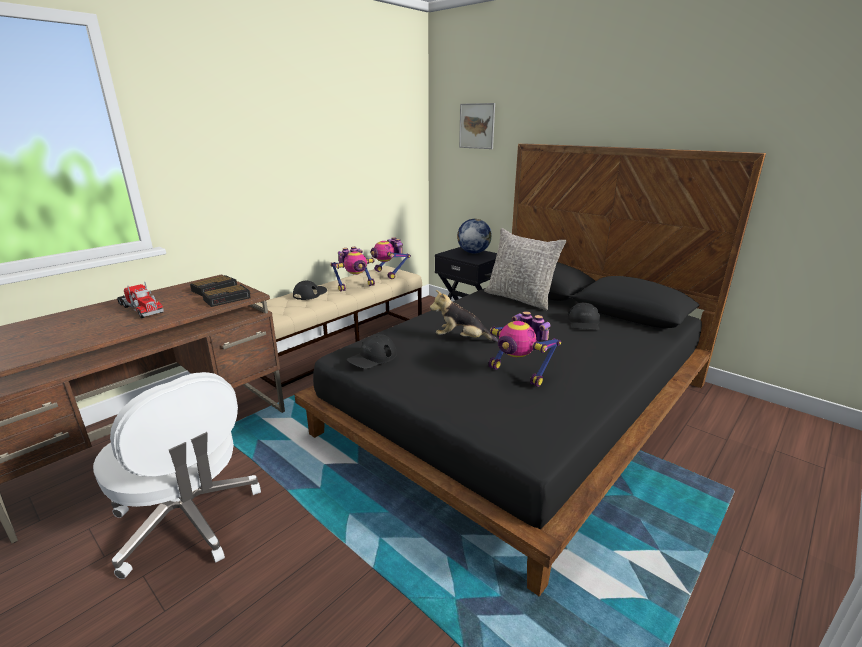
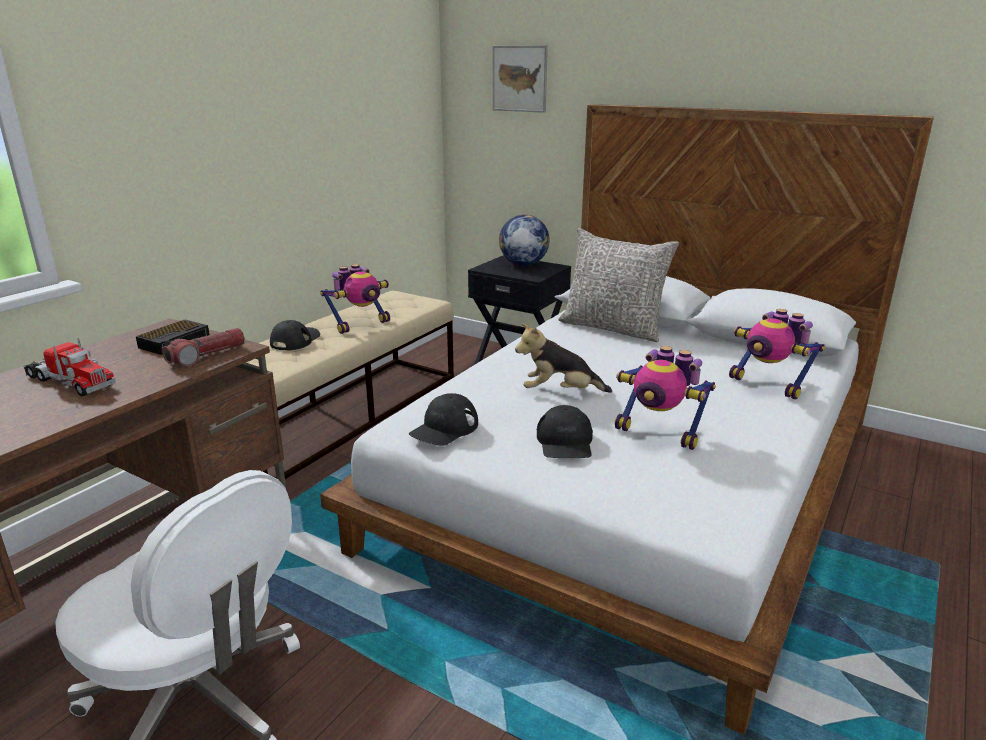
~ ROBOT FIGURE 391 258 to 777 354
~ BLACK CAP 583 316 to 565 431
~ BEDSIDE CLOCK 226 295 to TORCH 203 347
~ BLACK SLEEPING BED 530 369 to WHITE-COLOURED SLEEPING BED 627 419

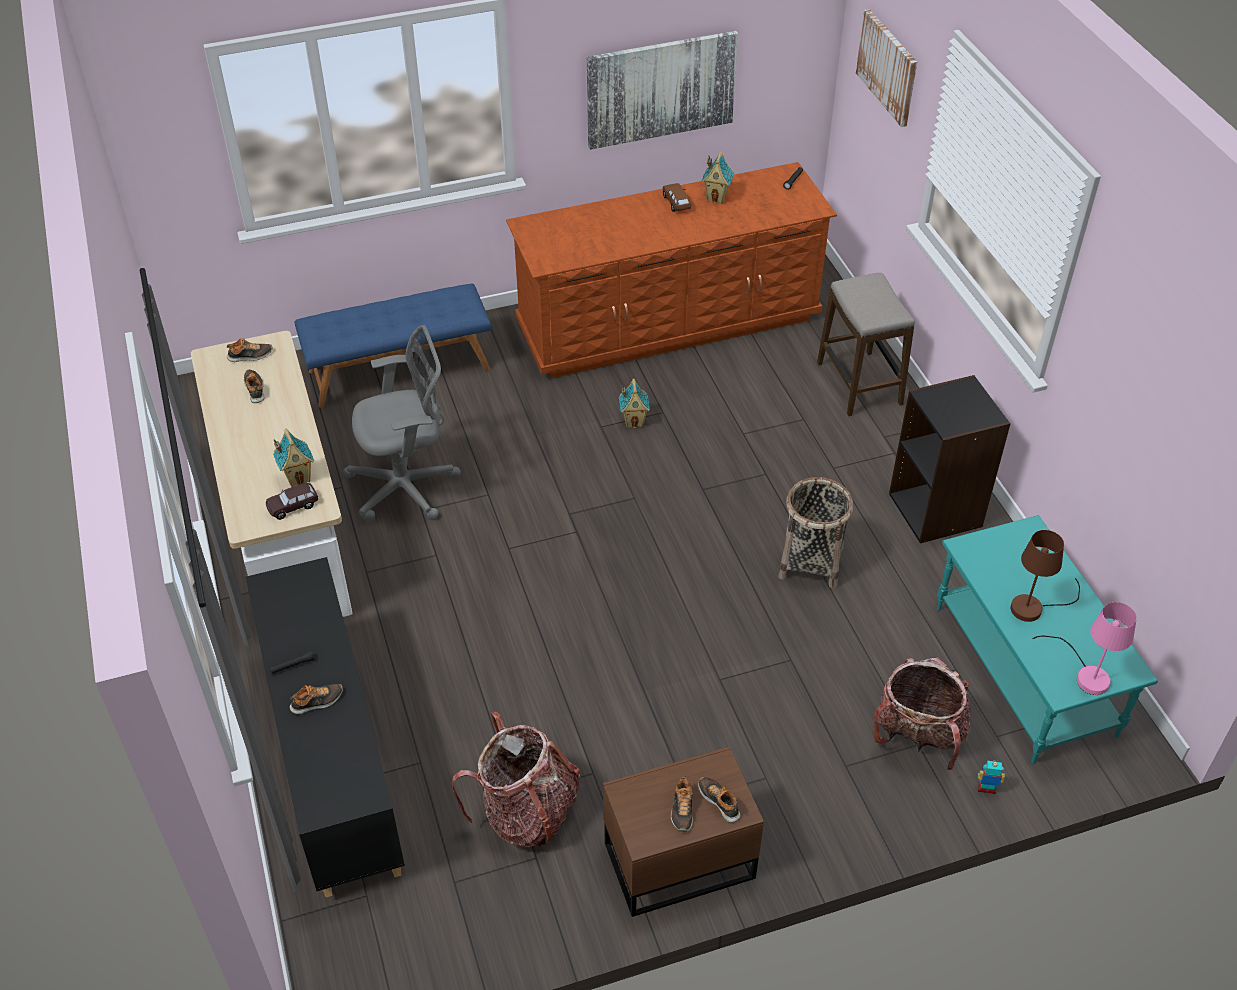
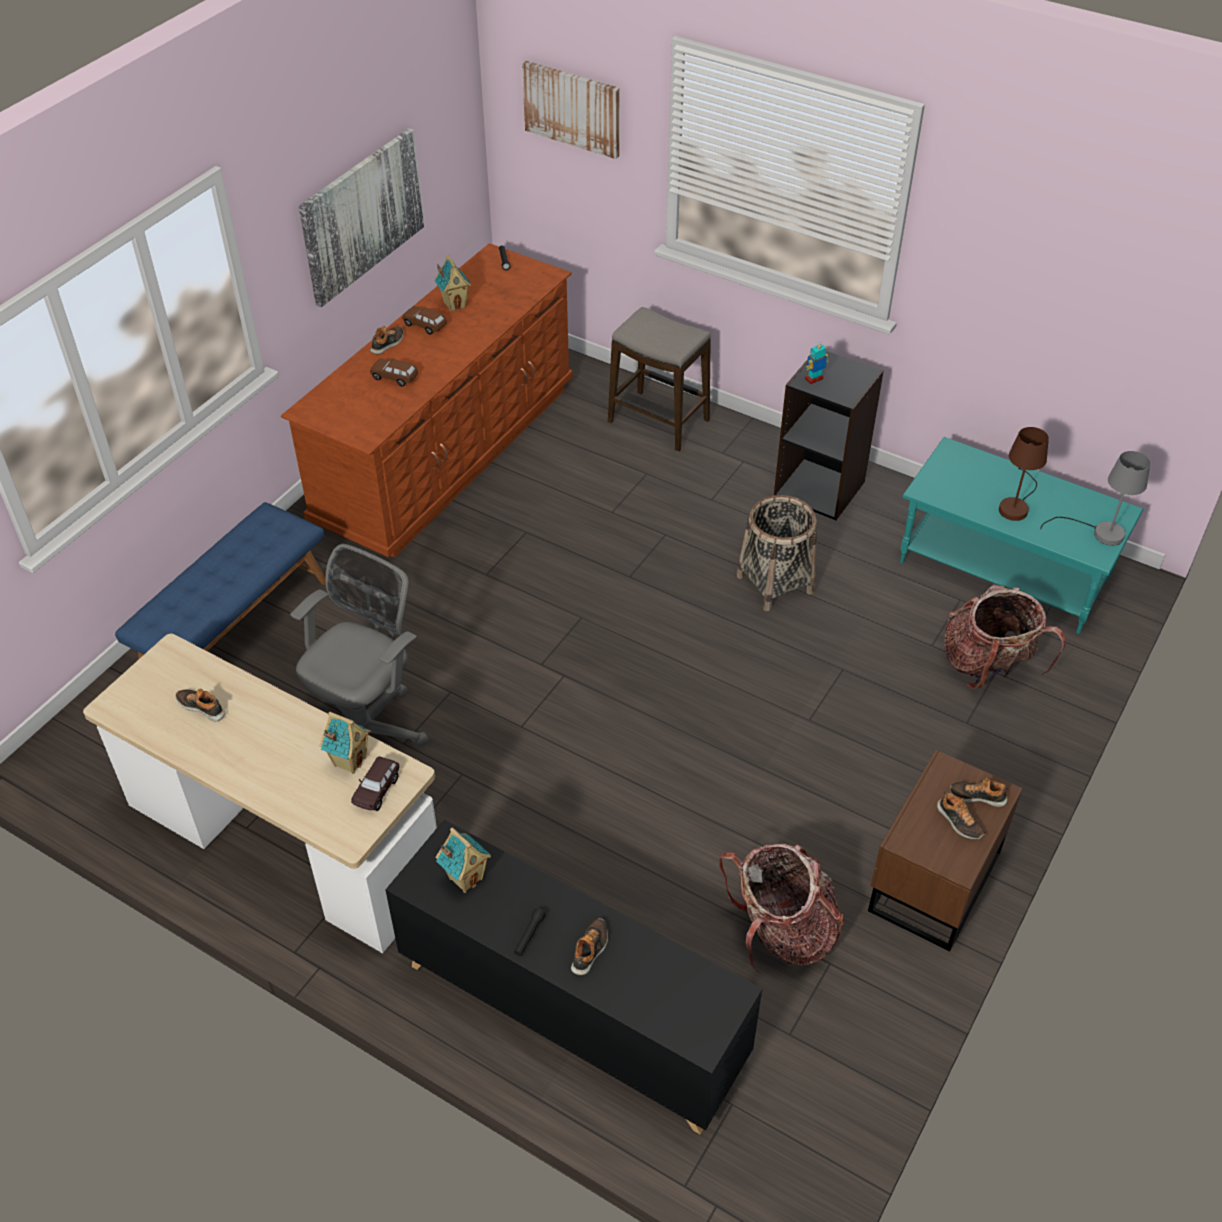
+ BROWNISH TOY CAR 394 372
~ LOW SHOE 249 350 to 387 340
~ MODEL HOUSE 634 403 to 463 860
~ ROBOT FIGURE 991 777 to 816 363
~ PINK LAMP FOR A TABLE 1084 648 to GRAY LAMP FOR A TABLE 1095 498

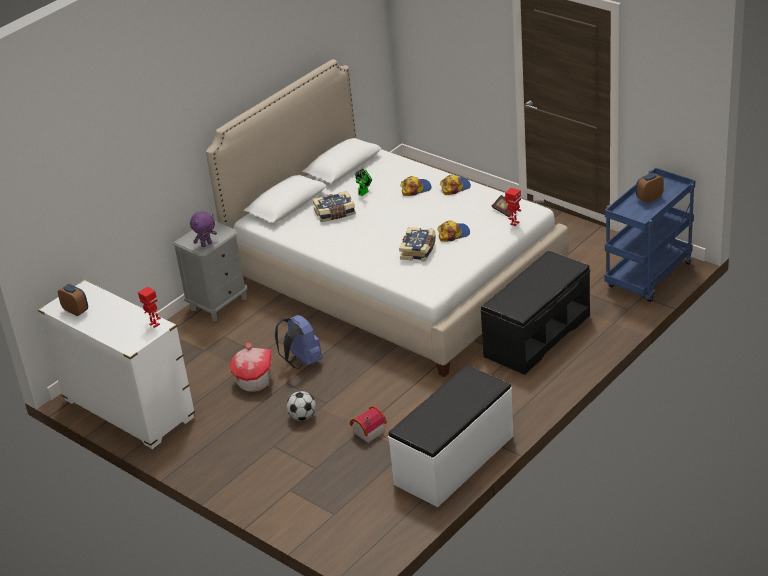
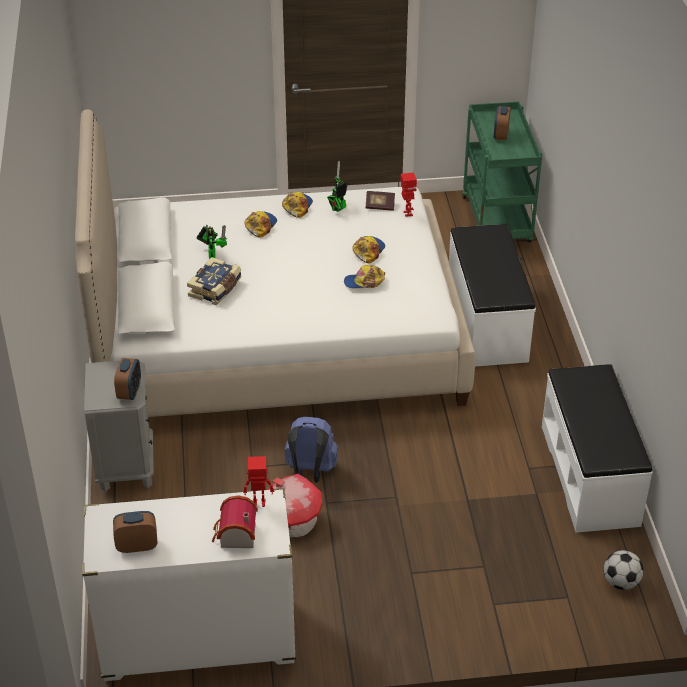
+ ROBOT FIGURE 337 186
~ BALL FOR FOOTBALL 301 406 to 624 570
~ MODEL HOUSE 368 424 to 235 521
~ PURPLISH CUDDLY TOY 203 229 to BEDSIDE CLOCK 127 379
~ BOOK 417 244 to CAP 364 276
~ BLACK BENCH 535 313 to WHITE-COLOURED BENCH 492 295
~ BLUE WHEELED CART 650 234 to GREEN-COLOURED WHEELED CART 502 172

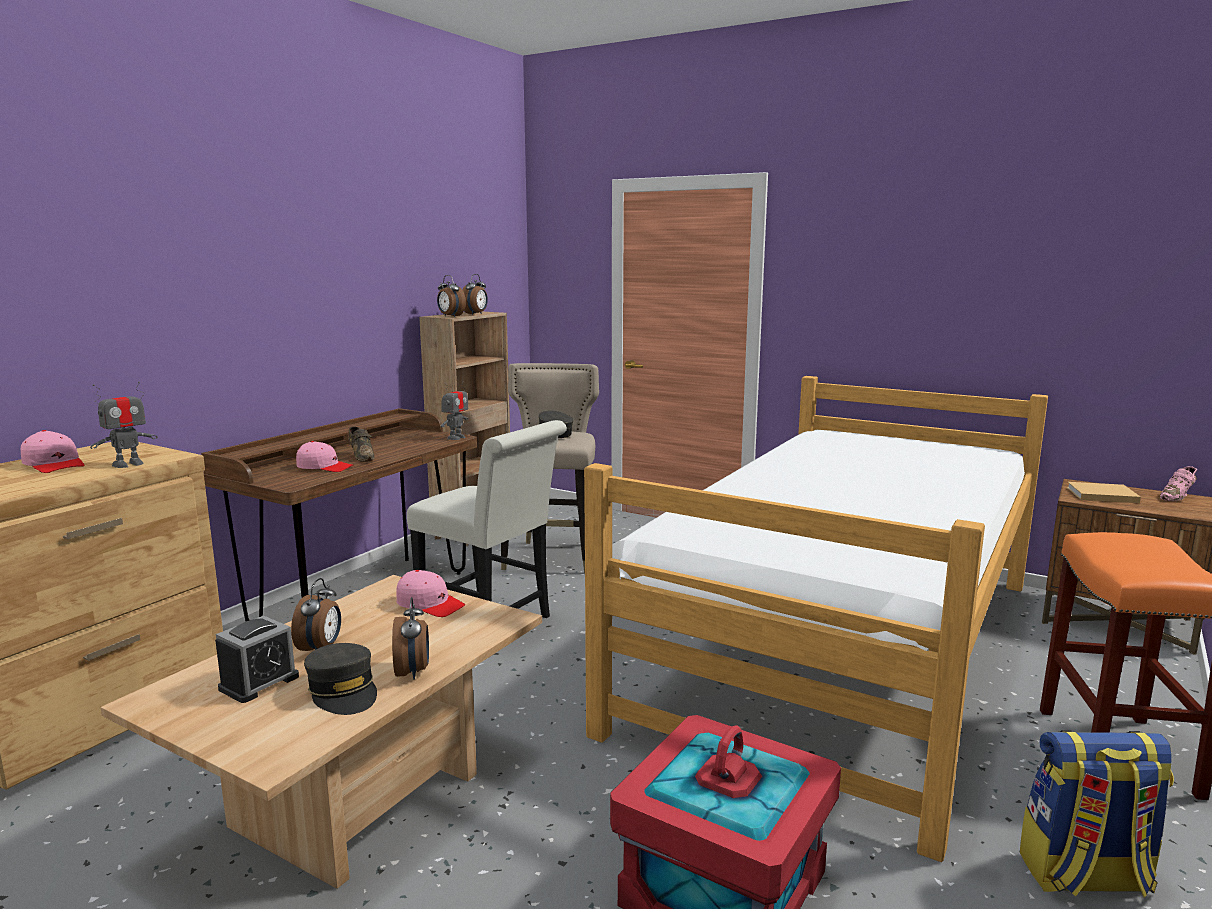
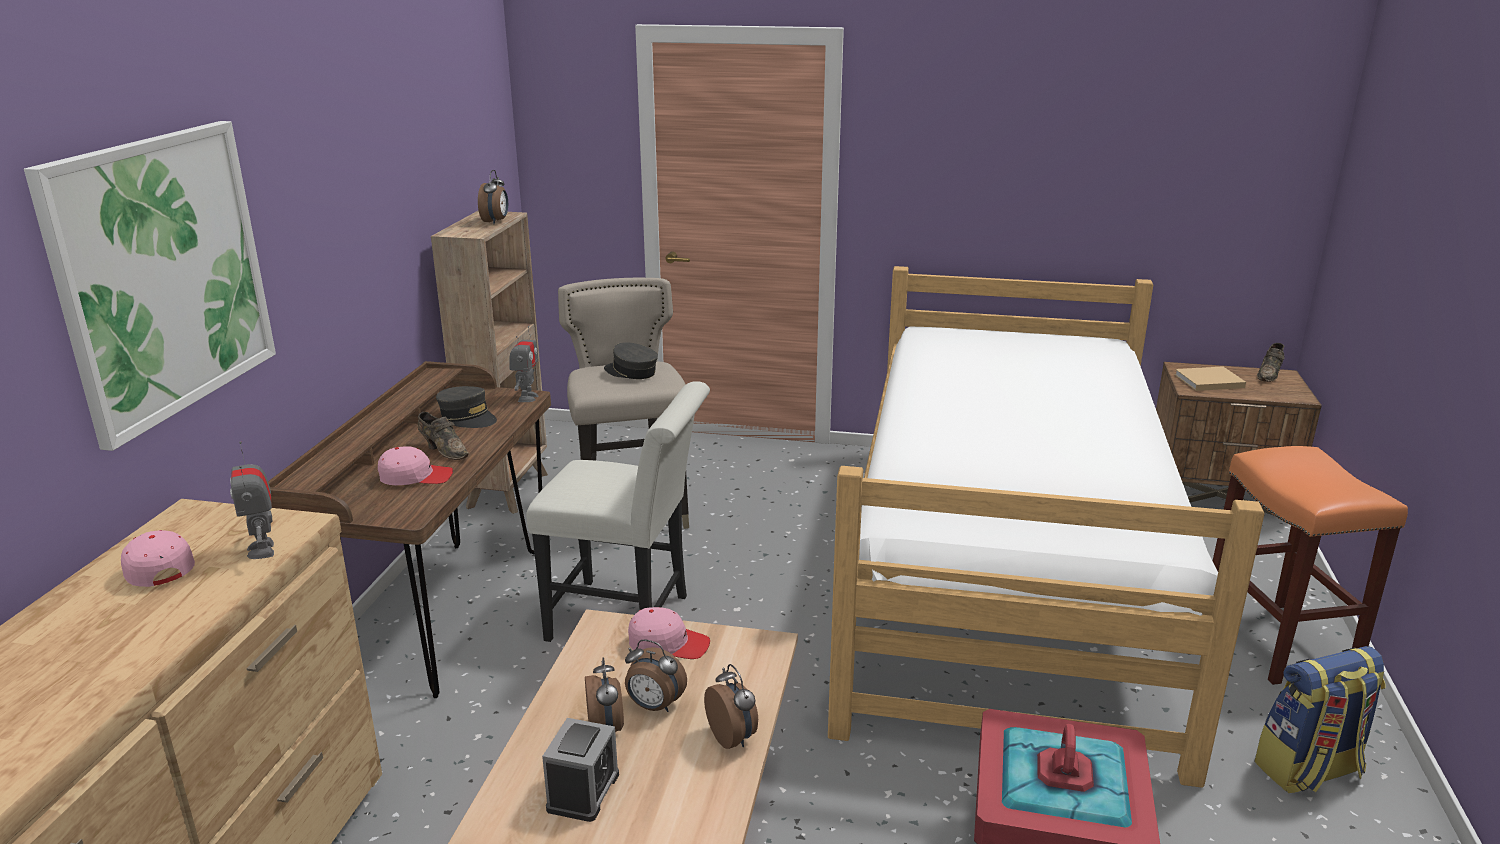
+ WALL ART 150 286
~ GRAY CAP 340 679 to 466 407
~ BEDSIDE CLOCK 451 296 to 656 675
~ PINK LOW SHOE 1178 483 to BROWNISH LOW SHOE 1271 362
~ PINK CAP 52 451 = 158 558 150 degrees counterclockwise
~ ROBOT FIGURE 124 425 = 252 500 135 degrees clockwise

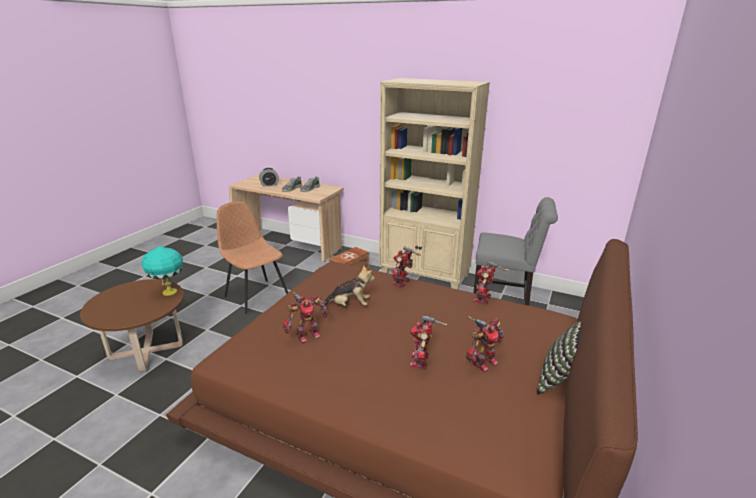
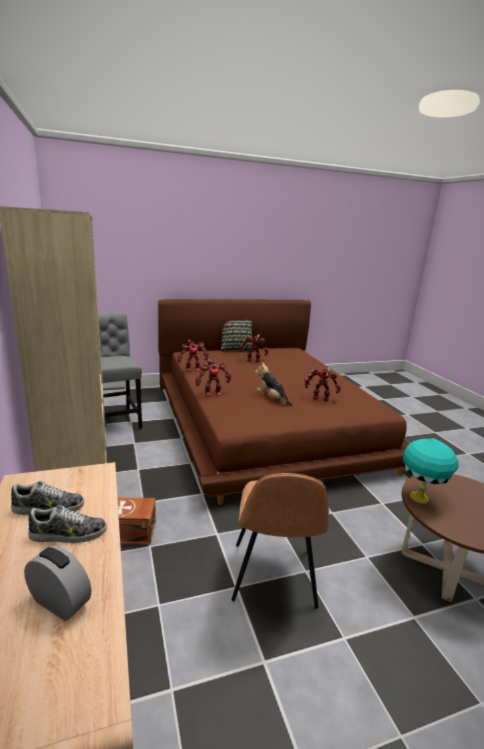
- ROBOT FIGURE 428 342

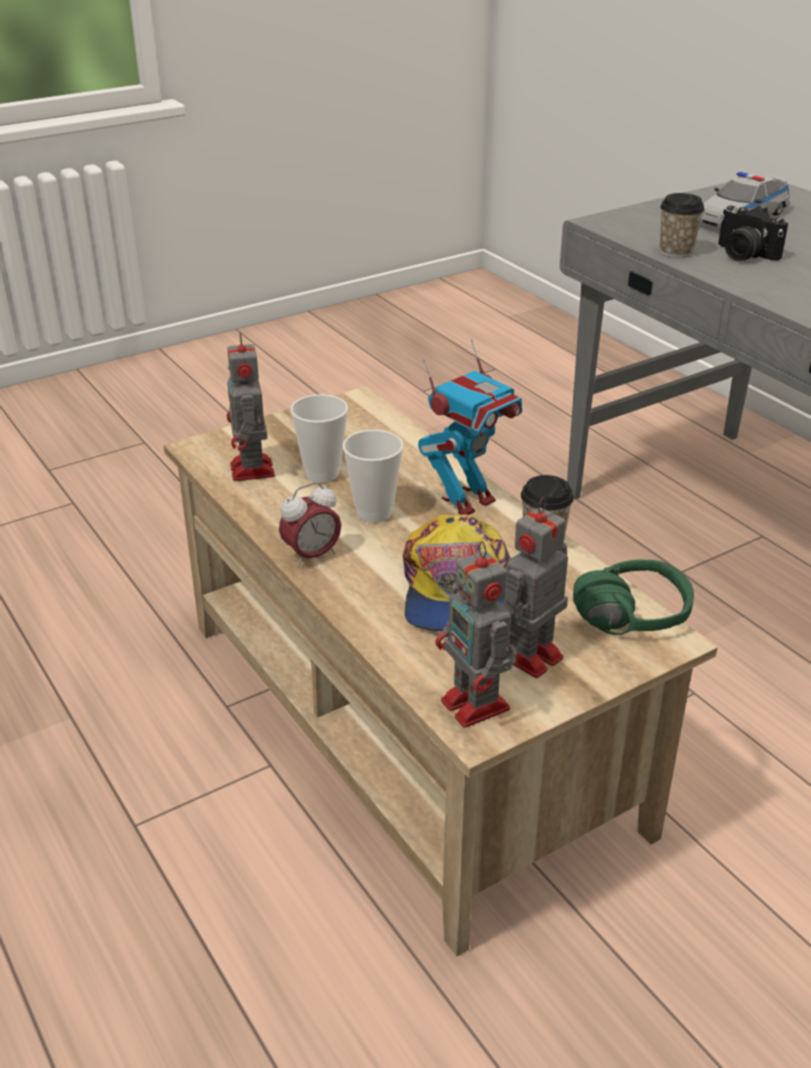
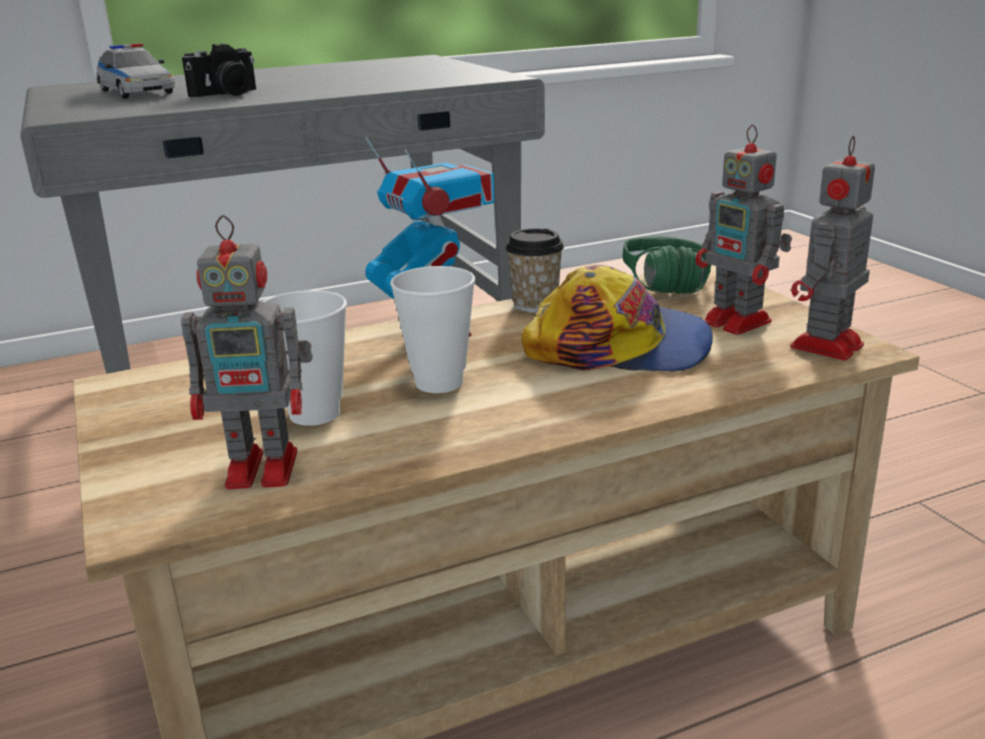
- BEDSIDE CLOCK 310 525
- SMALL CUP 682 225
~ ROBOT FIGURE 476 635 = 832 248 150 degrees clockwise

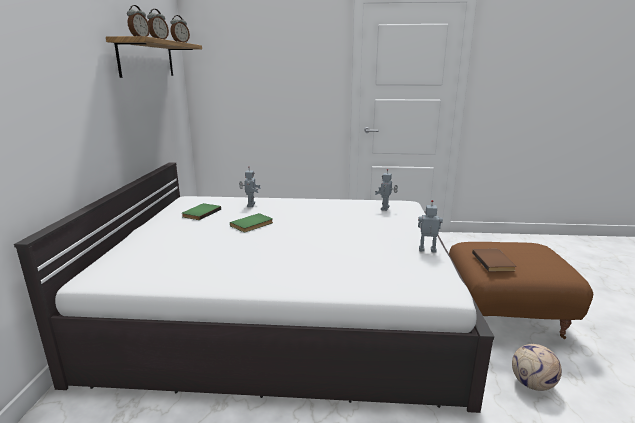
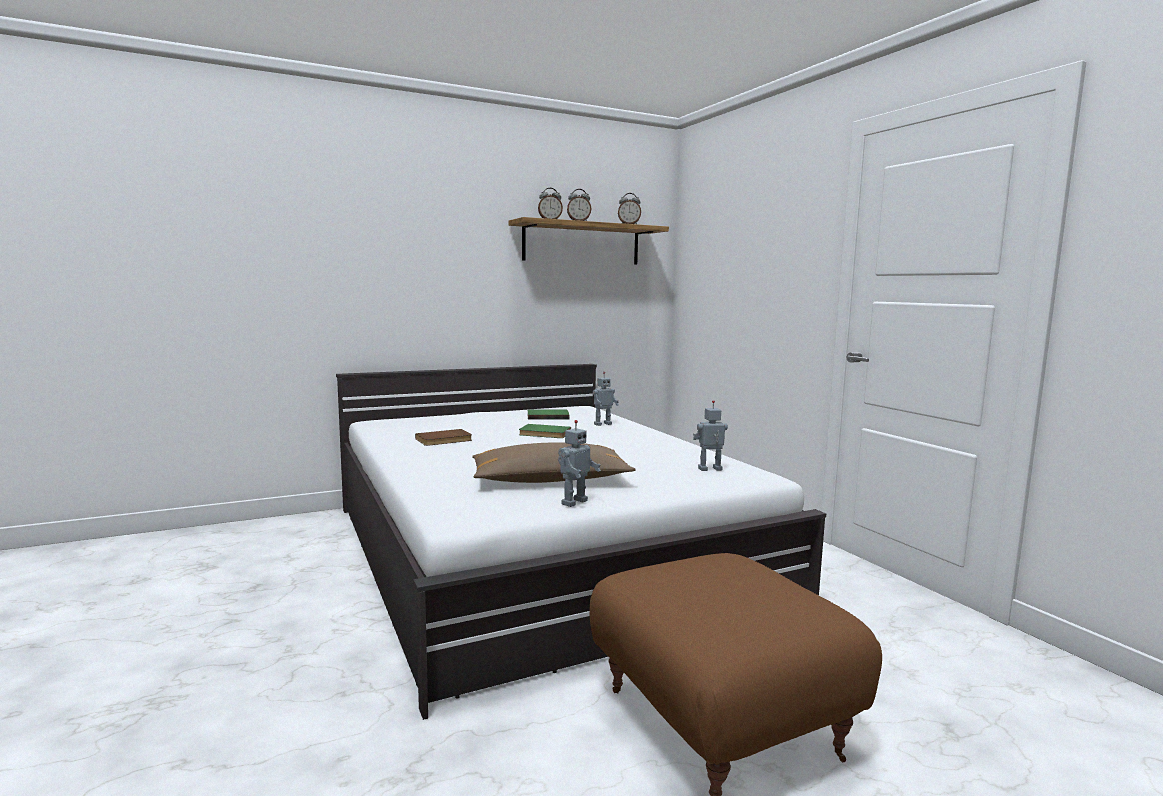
- BALL FOR FOOTBALL 537 367
+ BROWNISH PILLOW 554 462
~ BROWNISH BOOK 494 260 to 443 437
~ ROBOT FIGURE 430 226 = 579 463 60 degrees clockwise

